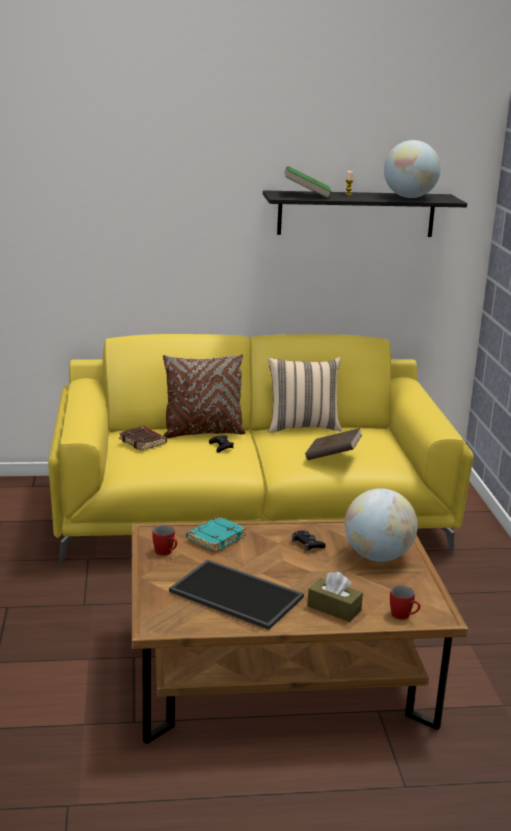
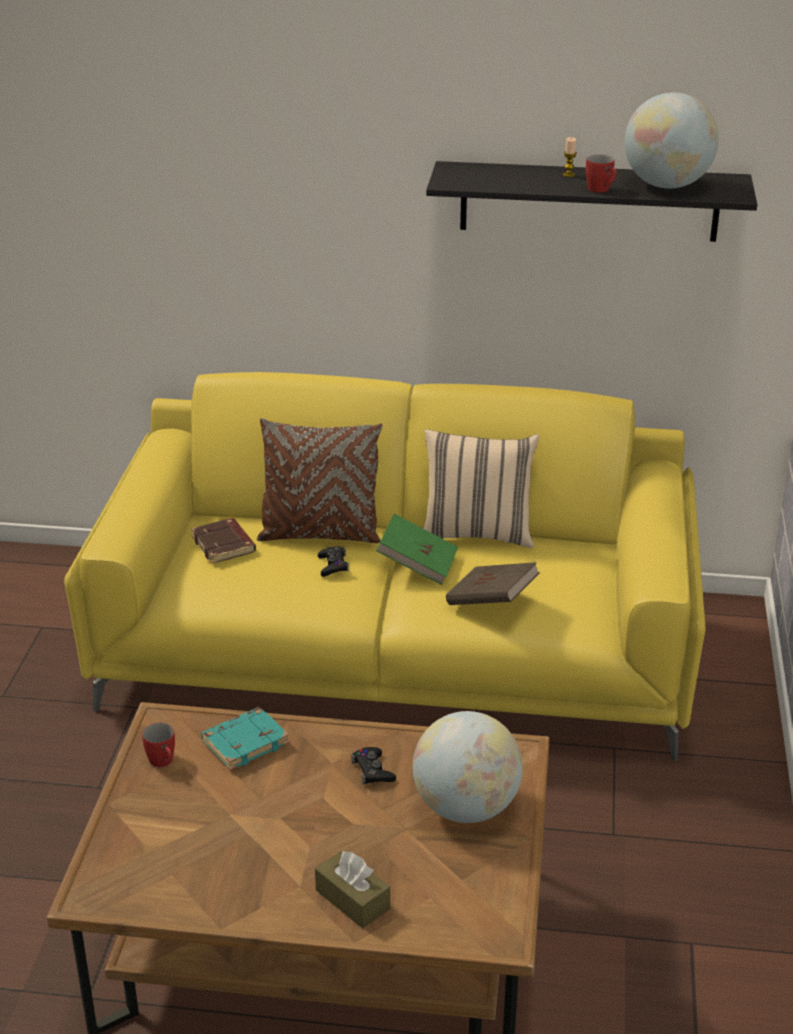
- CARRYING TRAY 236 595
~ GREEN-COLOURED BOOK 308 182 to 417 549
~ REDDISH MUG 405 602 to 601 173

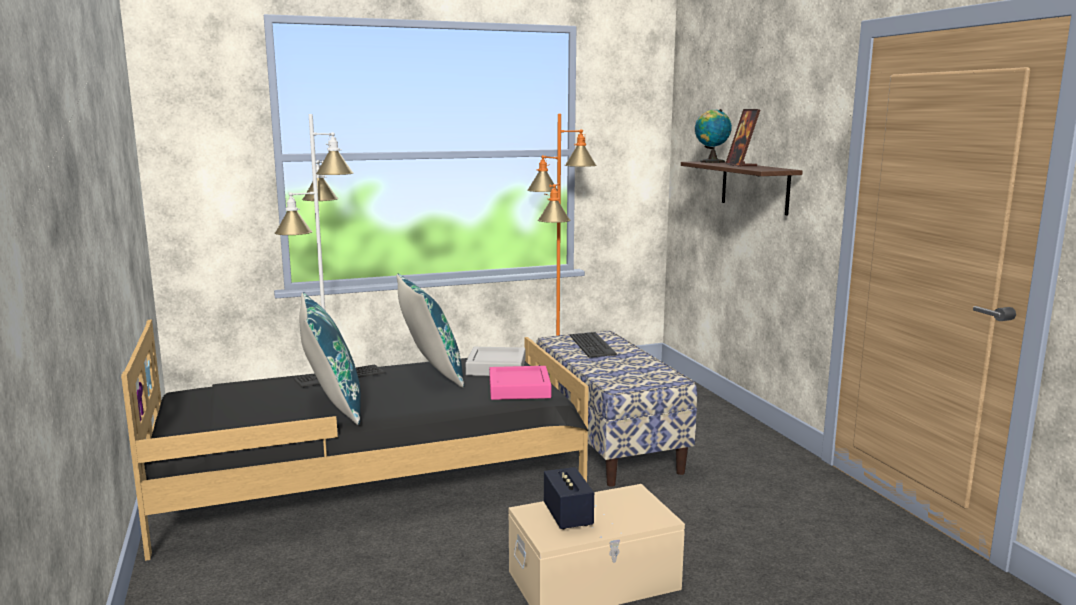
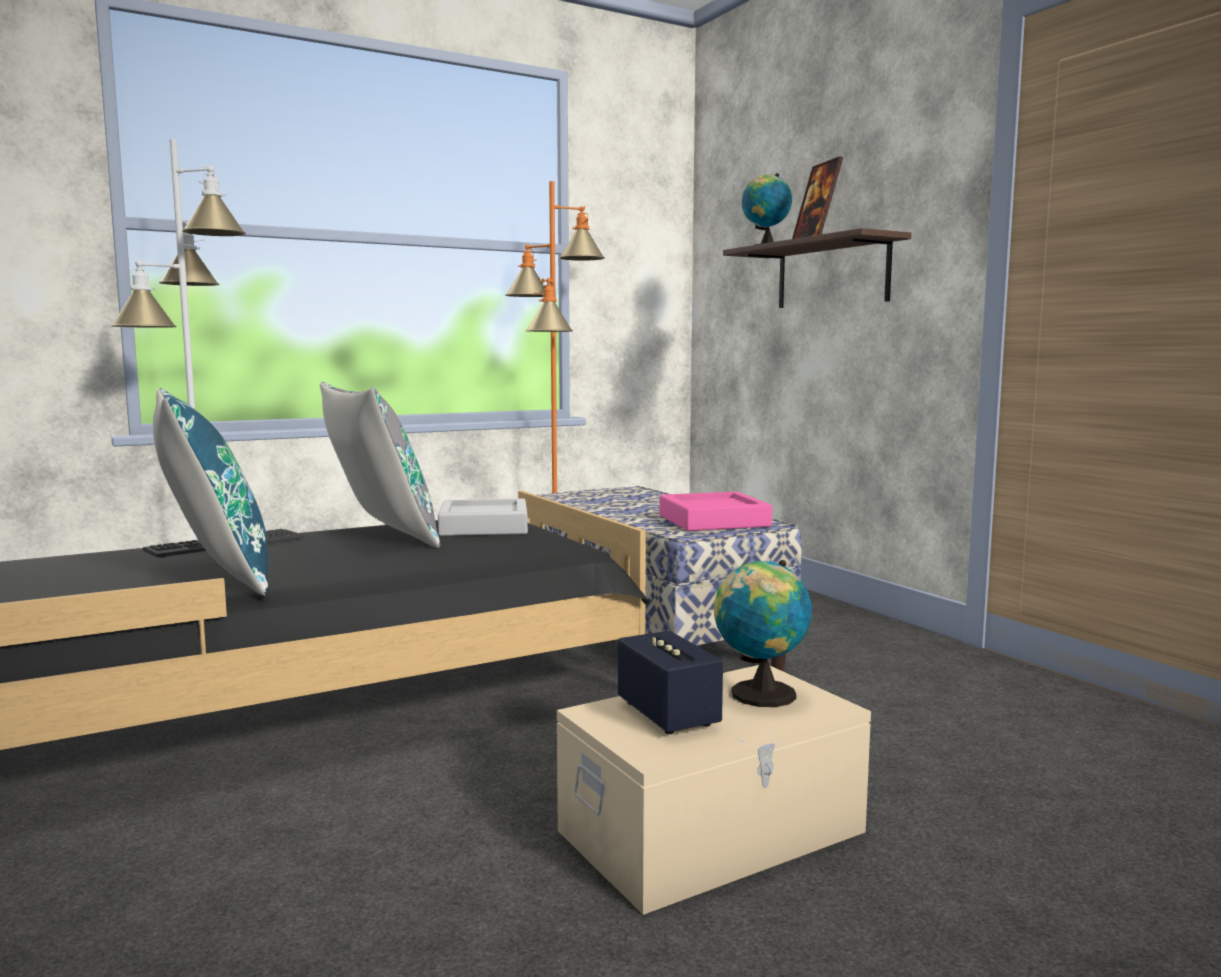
- COMPUTER KEYBOARD 593 345
+ DESK GLOBE 763 633
~ PINK CARRYING TRAY 520 383 to 715 511
~ BLUE PILLOW 430 331 to GRAY PILLOW 380 465

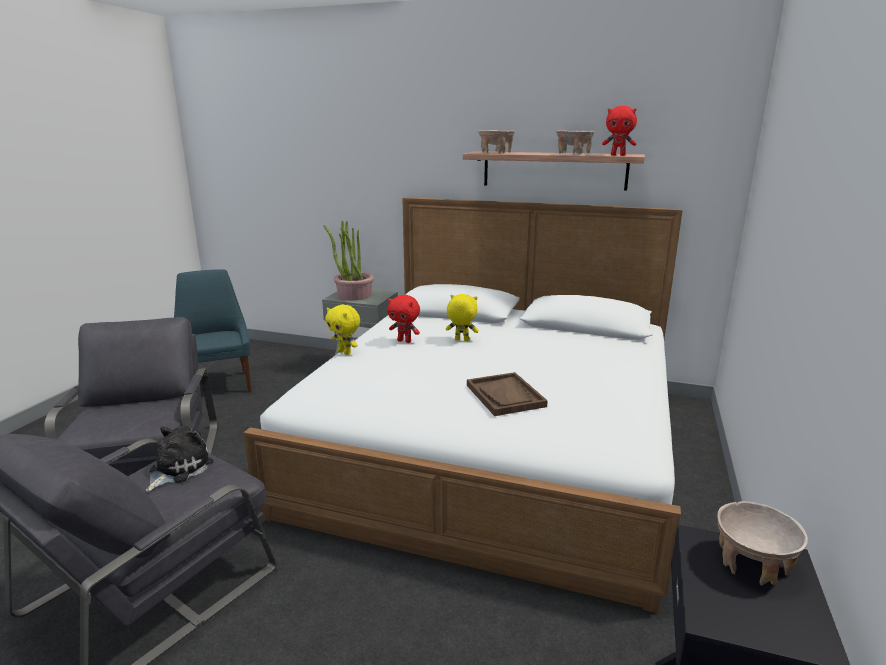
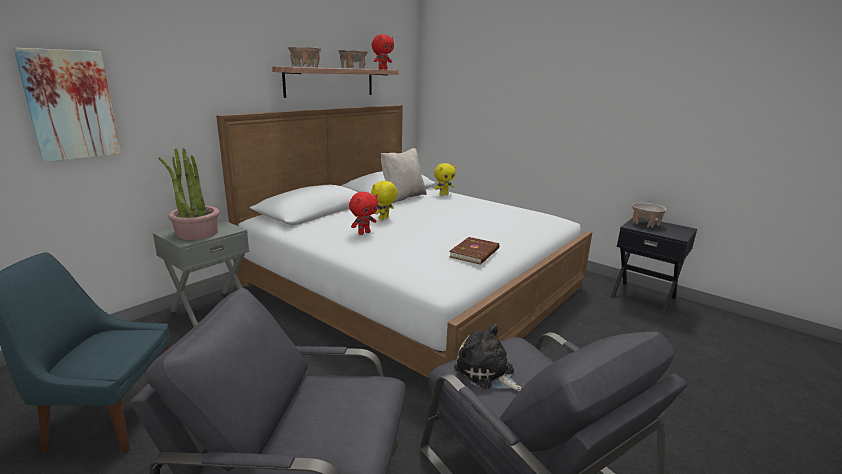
- BROWNISH CARRYING TRAY 507 394
+ WALL ART 67 105
+ BEIGE PILLOW 404 175
+ BROWNISH BOOK 474 250
~ YELLOWISH CUDDLY TOY 342 330 to 445 179

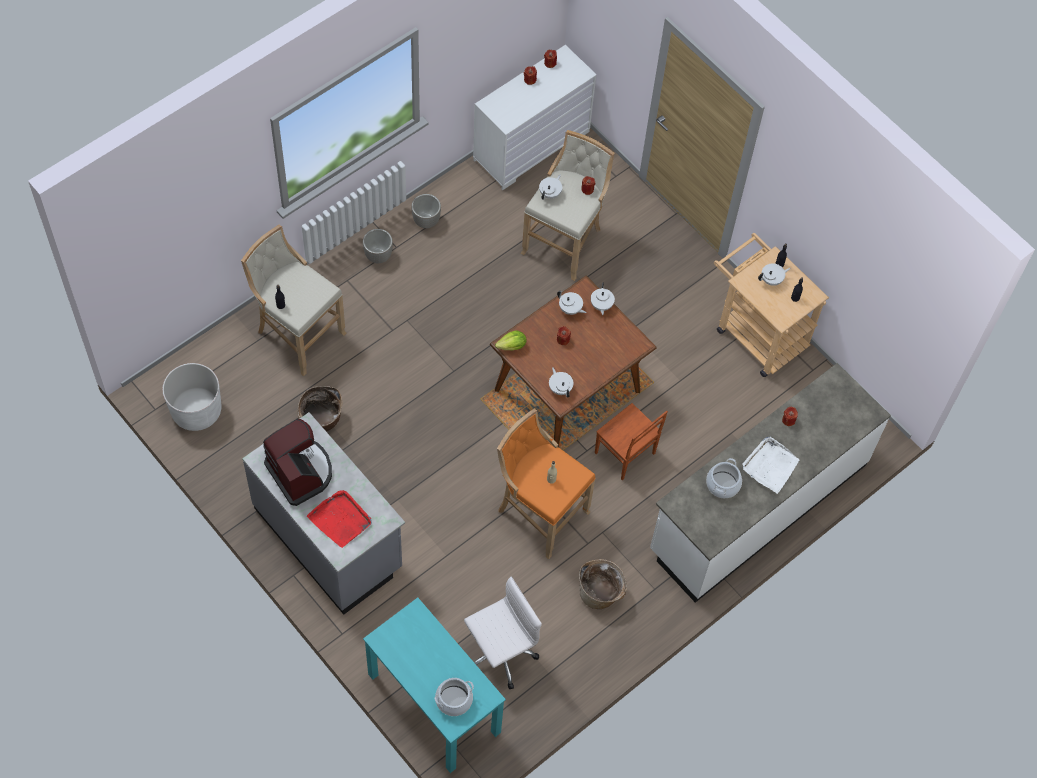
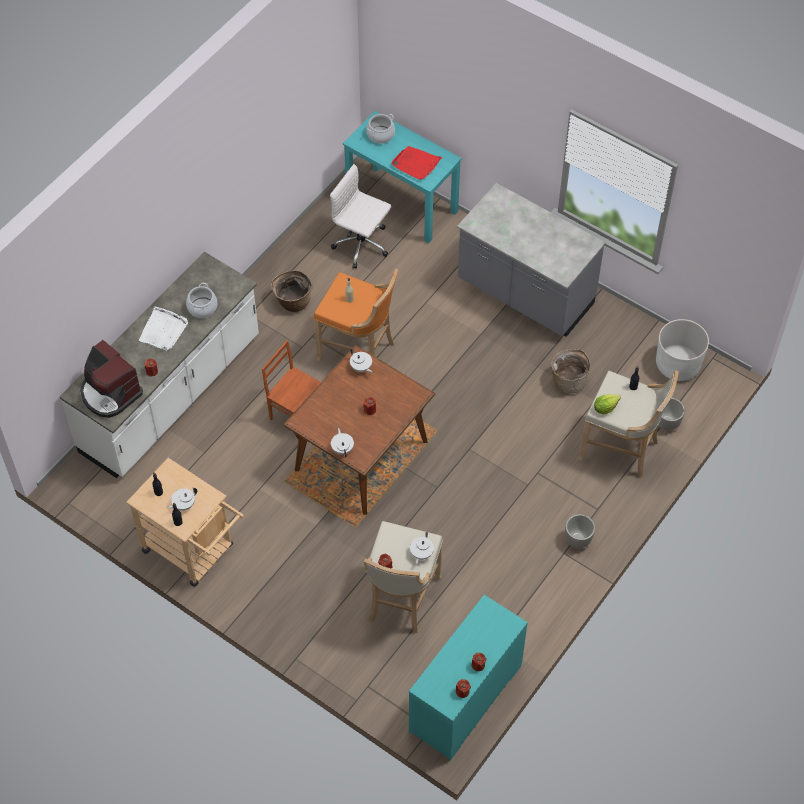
- WHITE-COLOURED TEA POT 572 303
~ COFFEE MACHINE 297 462 to 111 379
~ REDDISH CARRYING TRAY 339 519 to 416 163
~ PLANTER 426 211 to 671 414
~ HEAD OF LETTUCE 511 340 to 607 404
~ WHITE-COLOURED DRESSER 535 117 to TURQUOISE-COLOURED DRESSER 468 678
~ WHITE-COLOURED DESK CHAIR 503 633 = 360 216 75 degrees clockwise

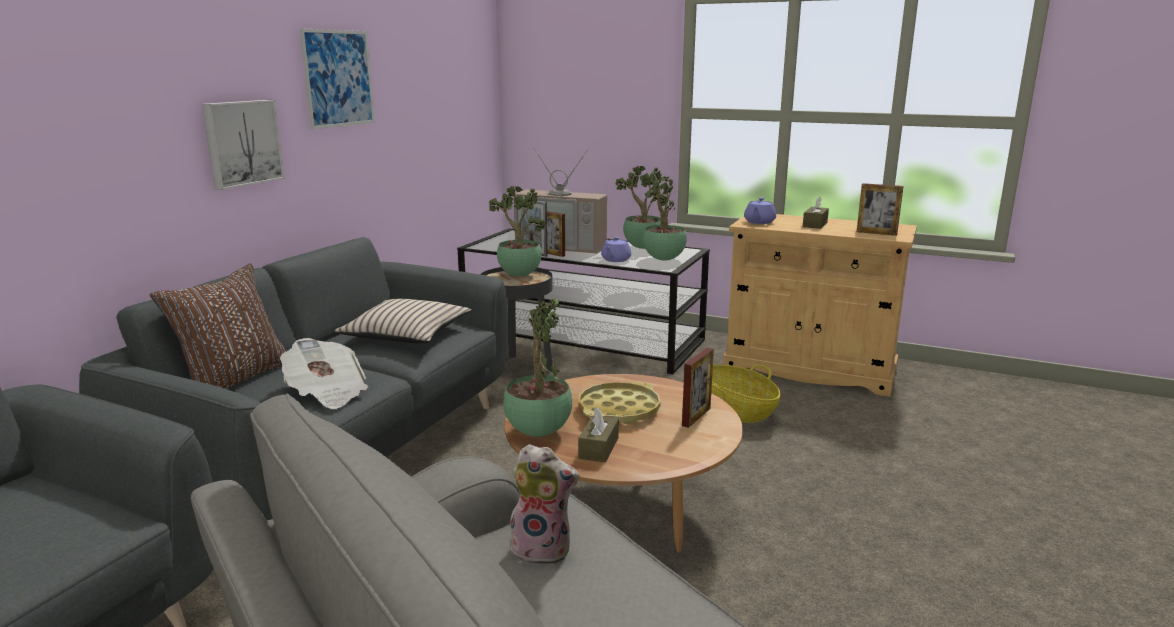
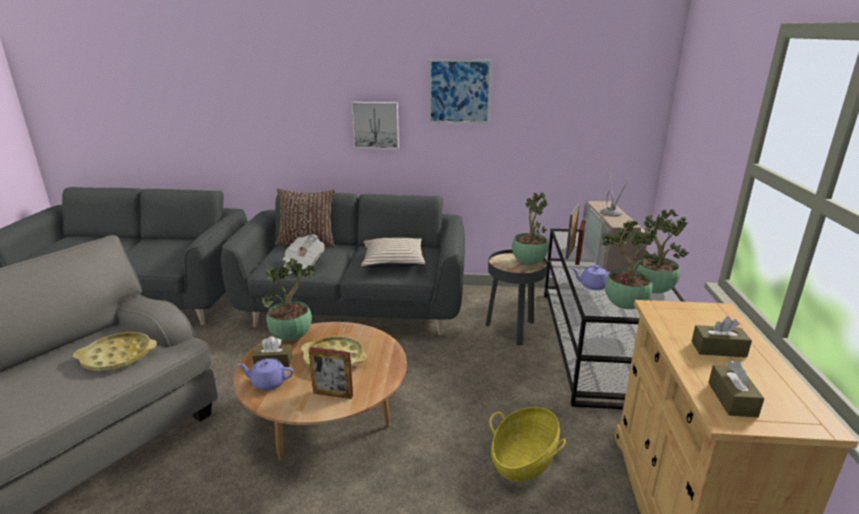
~ PURPLISH TEA POT 760 210 to 266 374
~ CUDDLY TOY 543 504 to YELLOWISH CARRYING TRAY 115 351
~ PICTURE FRAME 880 209 to BROWNISH TISSUE HOLDER 736 389

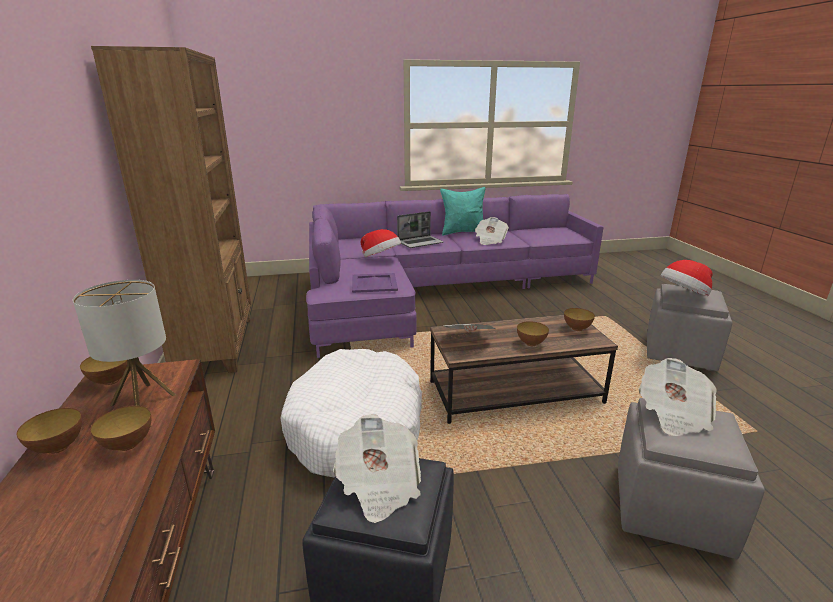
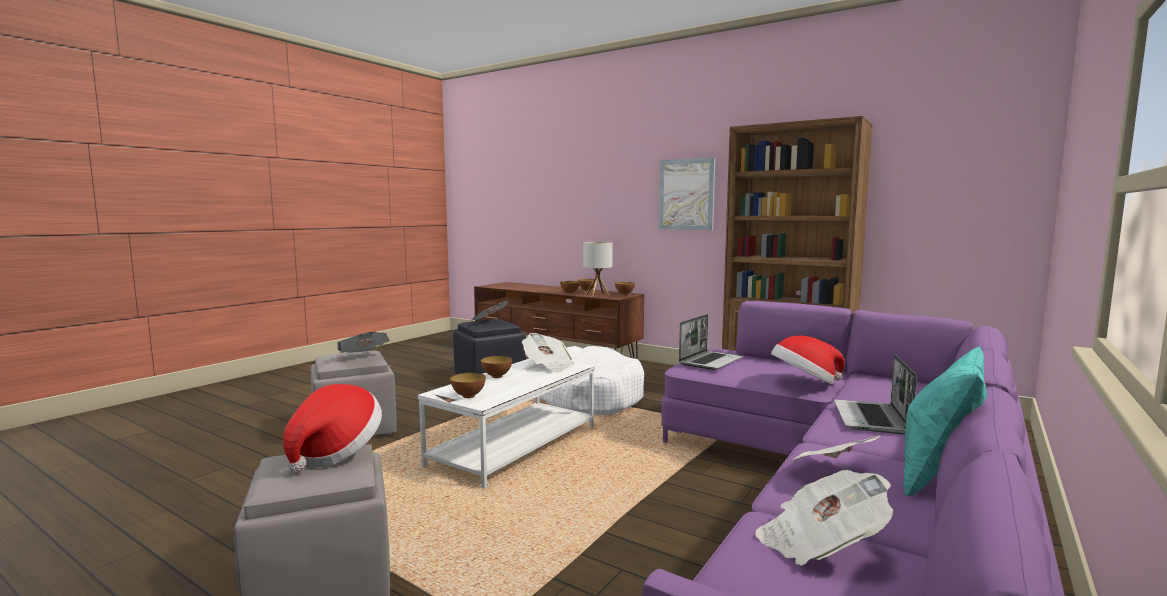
+ WALL ART 687 193
+ NEWSPAPER 824 517
~ PURPLISH CARRYING TRAY 375 283 to PORTABLE COMPUTER 711 342
~ BROWNISH LOW TABLE 524 369 to WHITE-COLOURED LOW TABLE 506 423

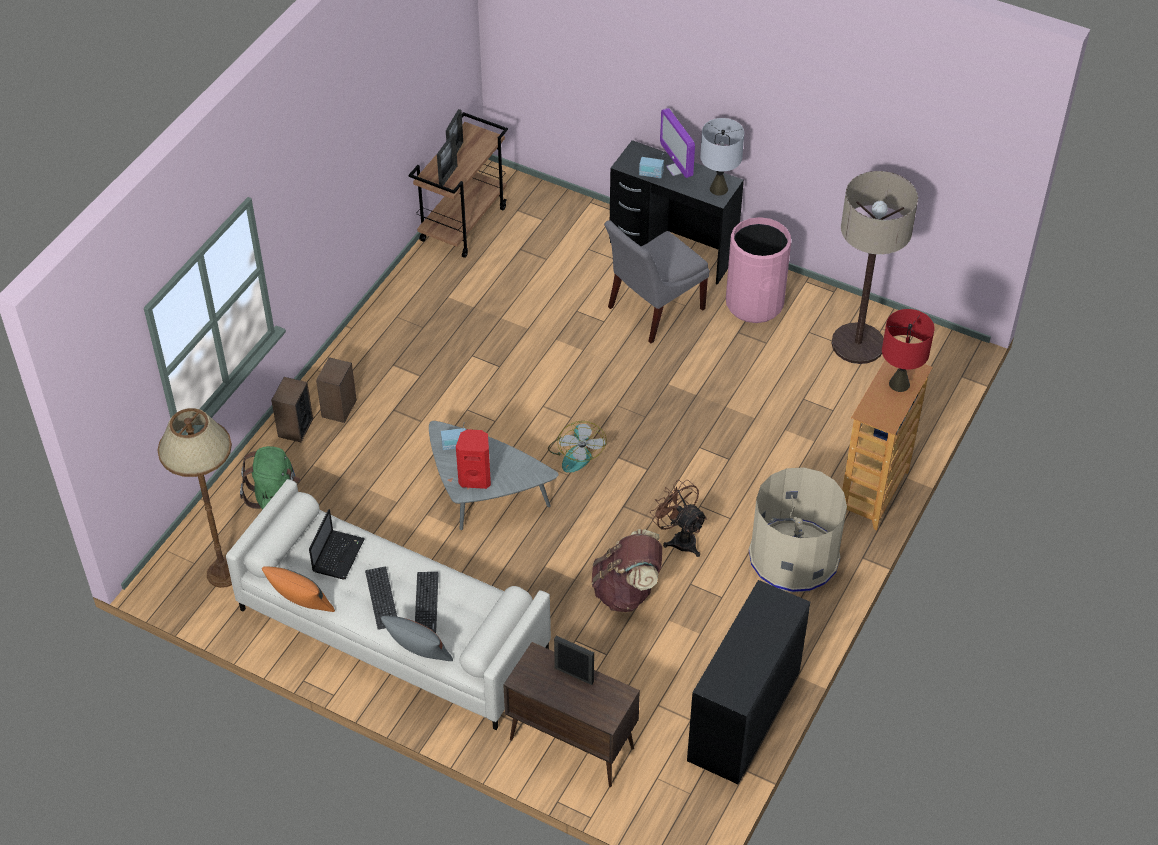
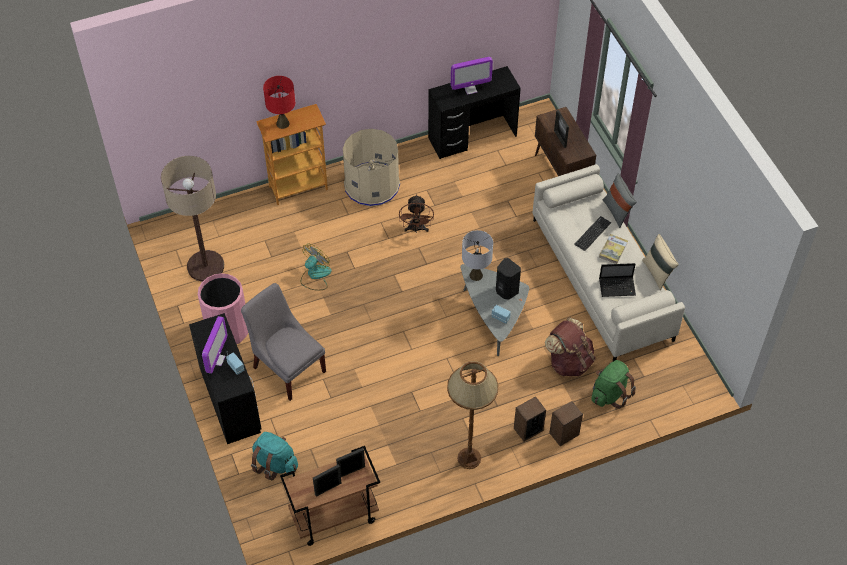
+ TURQUOISE-COLOURED BACKPACK 274 456
+ COMPUTER DISPLAY 472 76
~ BROWNISH FLOOR LAMP 194 498 to 472 415
~ ELECTRIC FAN 577 447 to 316 267
~ BROWNISH BACKPACK 627 570 to 570 347
~ GRAY LAMP FOR A TABLE 722 156 to 477 255
~ COMPUTER KEYBOARD 381 598 to BOOK 613 249
~ ORANGE-COLOURED PILLOW 298 589 to BEIGE PILLOW 660 262
~ REDDISH SPEAKER 473 459 to BLACK SPEAKER 508 279
~ PORTABLE COMPUTER 337 544 = 617 280 150 degrees counterclockwise
~ GRAY CHAIR 656 282 = 283 342 135 degrees counterclockwise

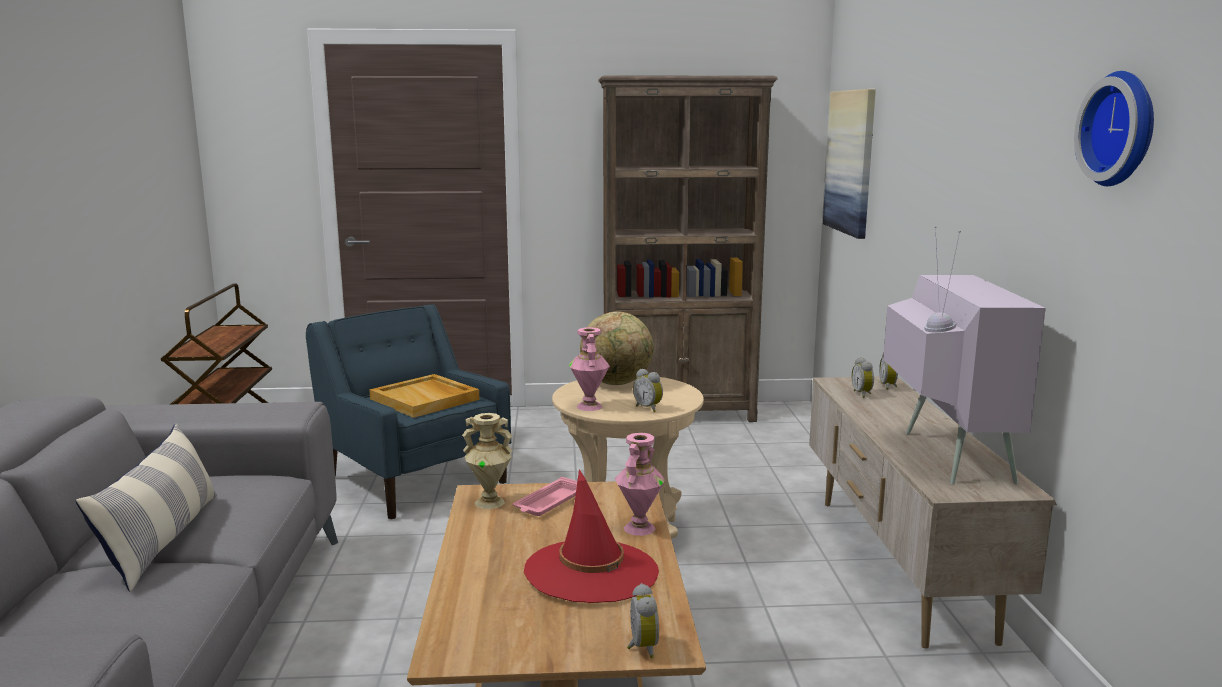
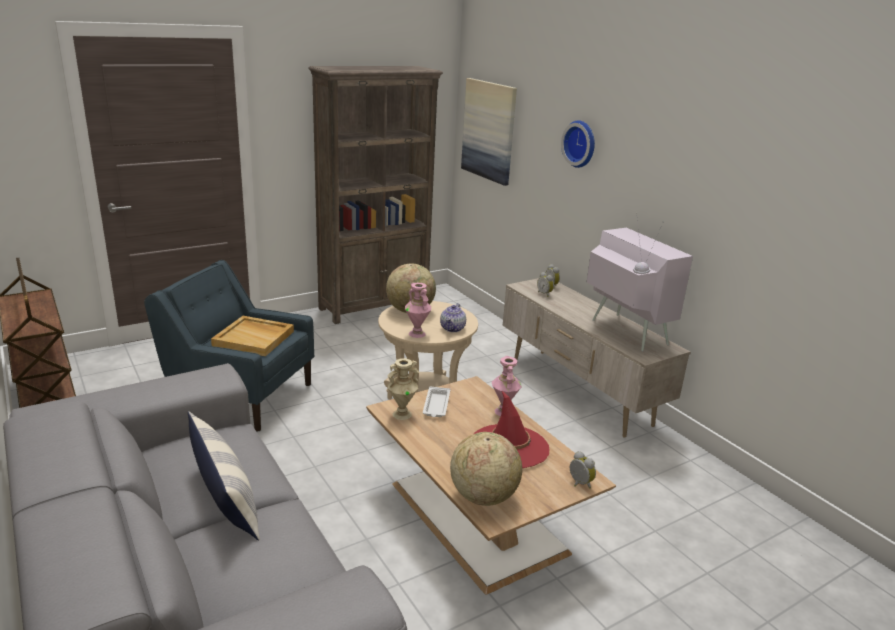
+ DESK GLOBE 486 469
~ HANGING CLOCK 1114 128 to 578 144
~ BEDSIDE CLOCK 648 390 to TEA POT 453 317
~ PINK CARRYING TRAY 545 496 to WHITE-COLOURED CARRYING TRAY 436 402

